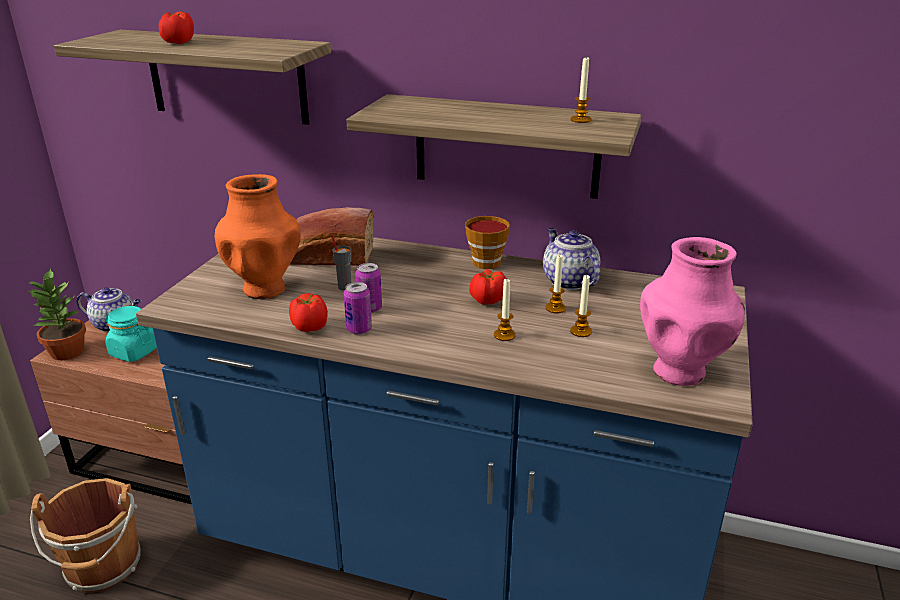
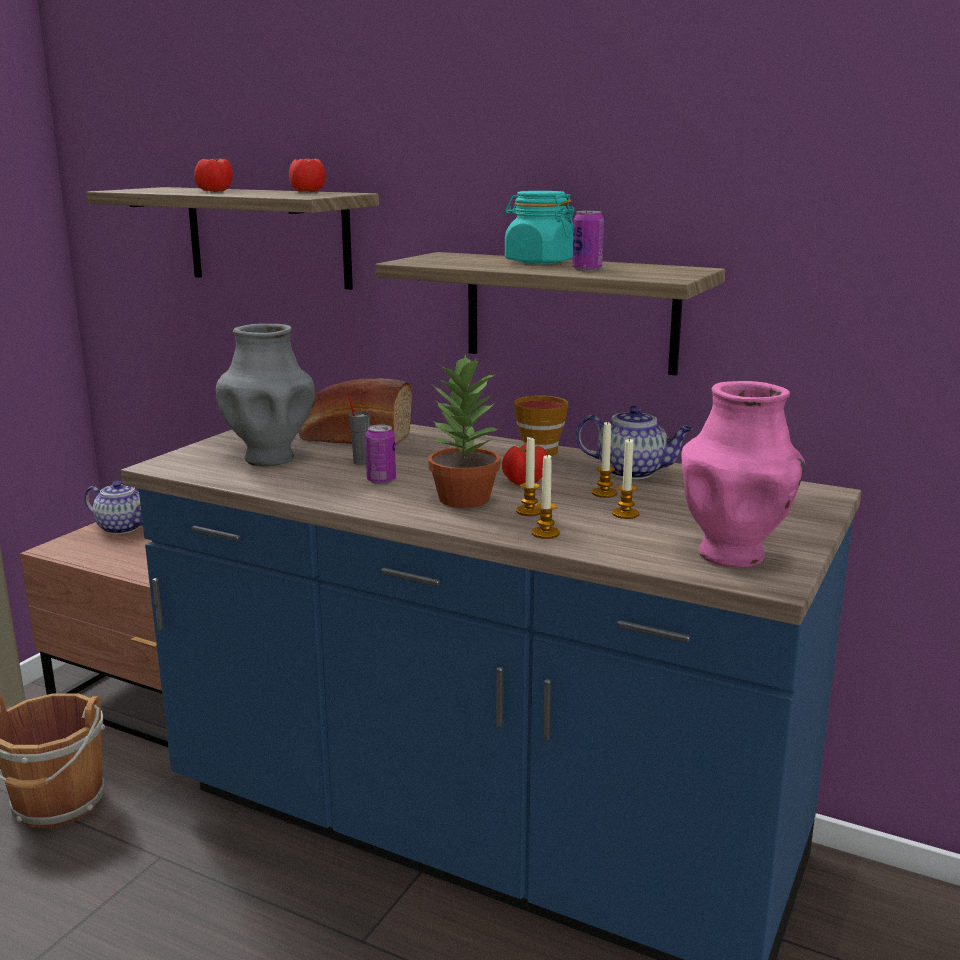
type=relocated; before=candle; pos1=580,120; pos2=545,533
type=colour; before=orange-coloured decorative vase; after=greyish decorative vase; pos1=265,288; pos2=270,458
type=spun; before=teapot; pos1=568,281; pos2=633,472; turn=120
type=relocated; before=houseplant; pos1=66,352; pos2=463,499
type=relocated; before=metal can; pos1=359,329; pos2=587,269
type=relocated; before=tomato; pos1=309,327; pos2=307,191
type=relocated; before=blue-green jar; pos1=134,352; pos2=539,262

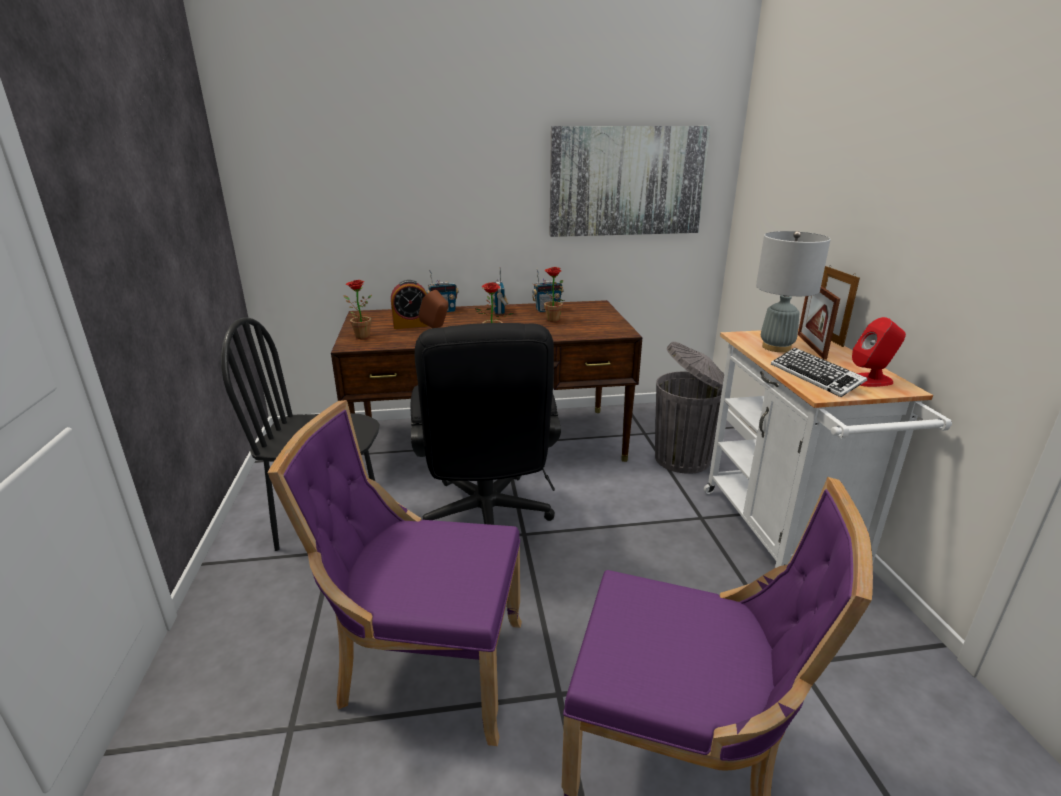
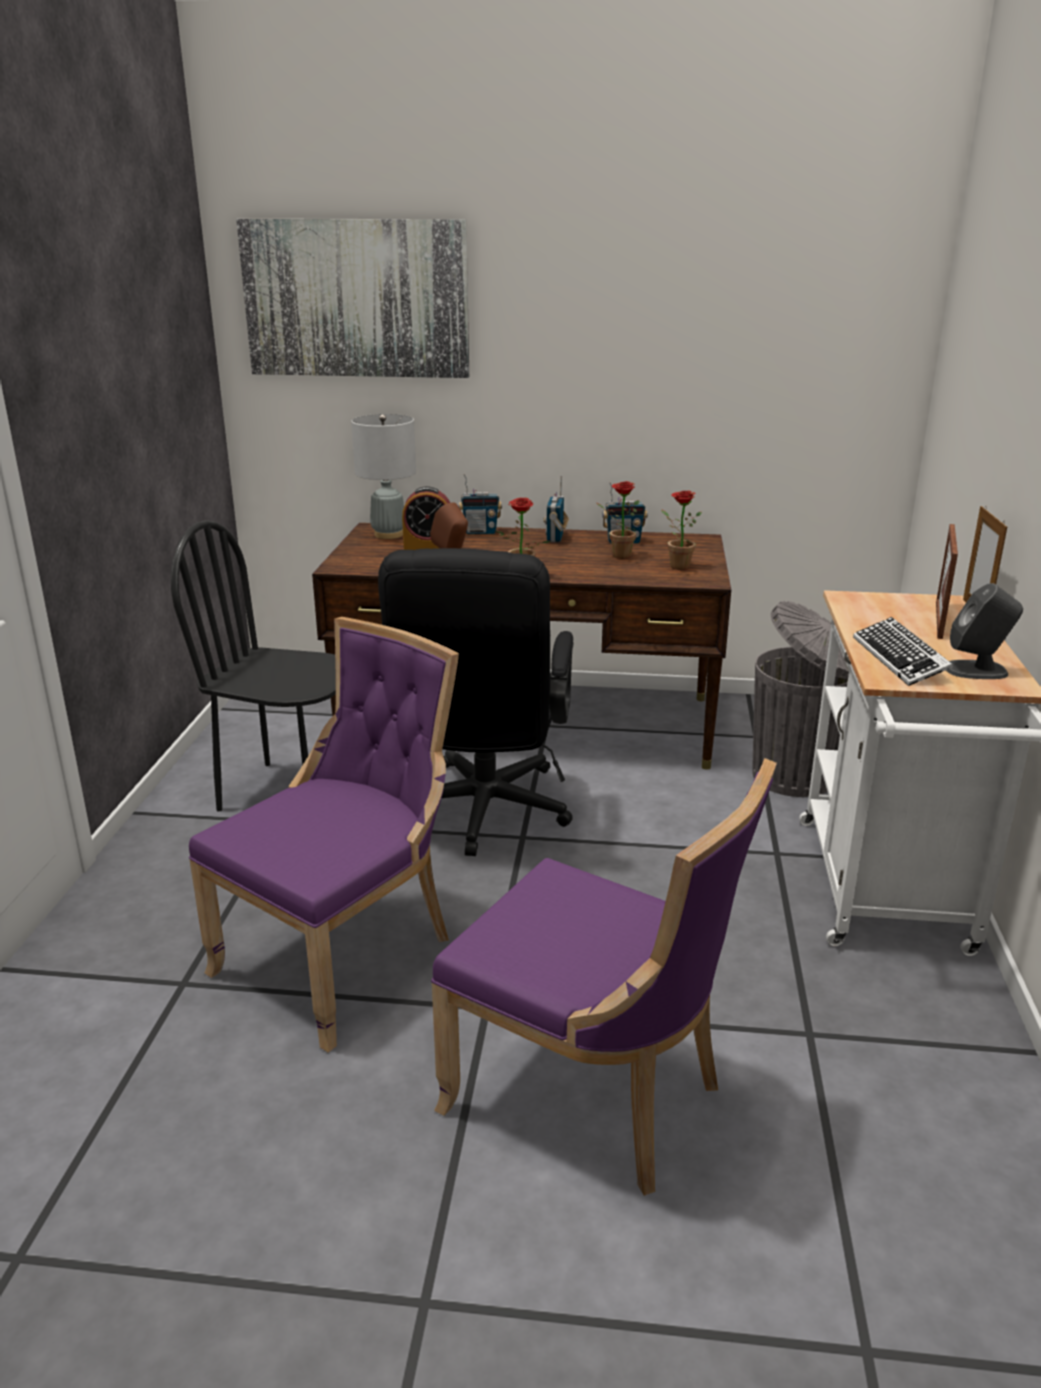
type=relocated; before=wall art; pos1=627,181; pos2=356,299
type=relocated; before=greyish table lamp; pos1=776,347; pos2=389,534
type=relocated; before=houseplant; pos1=360,336; pos2=676,566
type=colour; before=red speaker; after=greyish speaker; pos1=870,380; pos2=977,670
type=spun; before=purple chair; pos1=425,667; pos2=344,955; turn=105

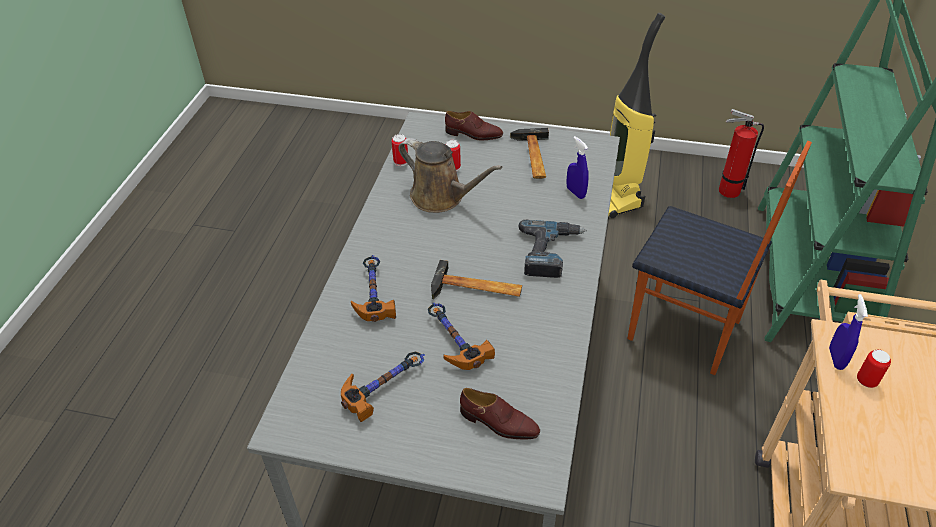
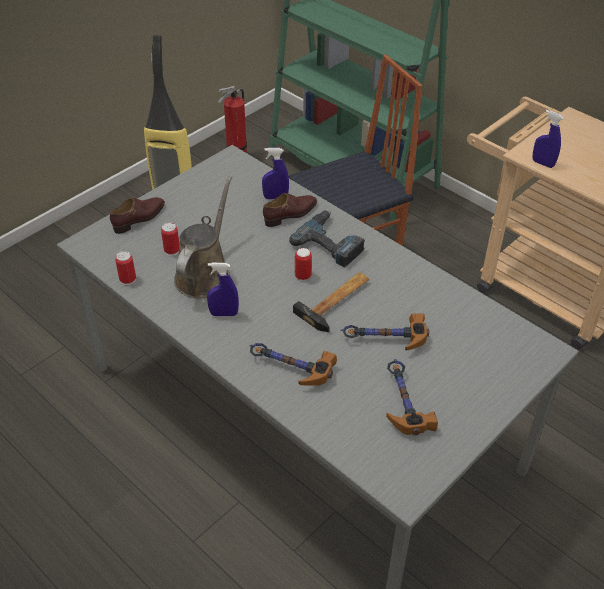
type=missing; before=tool hammer; pos1=532,157
type=spun; before=brownish watering pot; pos1=441,197; pos2=205,274; turn=-45
type=relocated; before=metal can; pos1=866,381; pos2=303,276
type=relocated; before=brownish low shoe; pos1=499,423; pos2=291,214
type=appeared; after=bluish sprayer; pos2=224,314

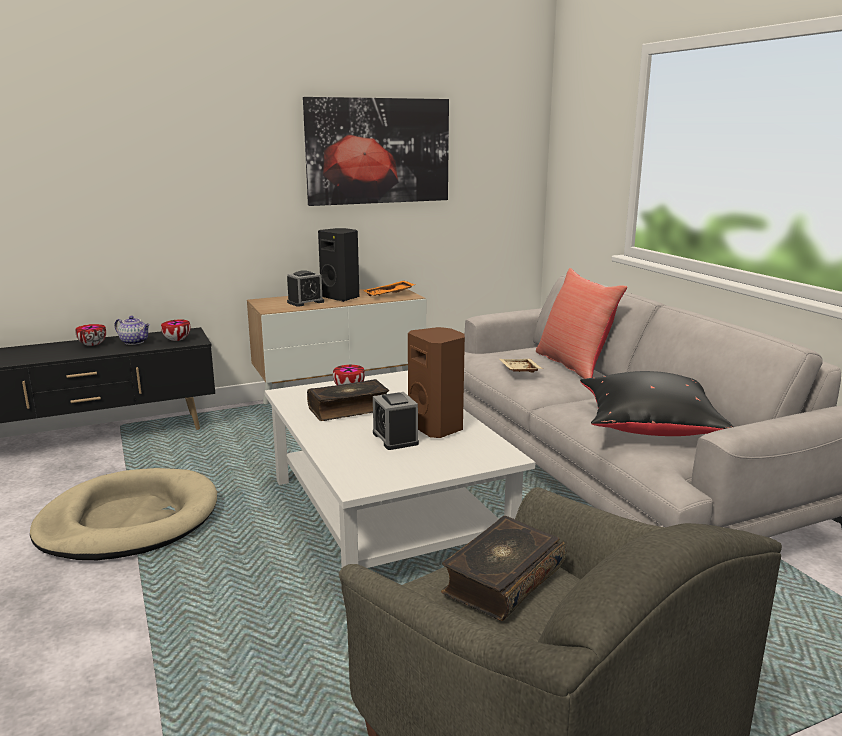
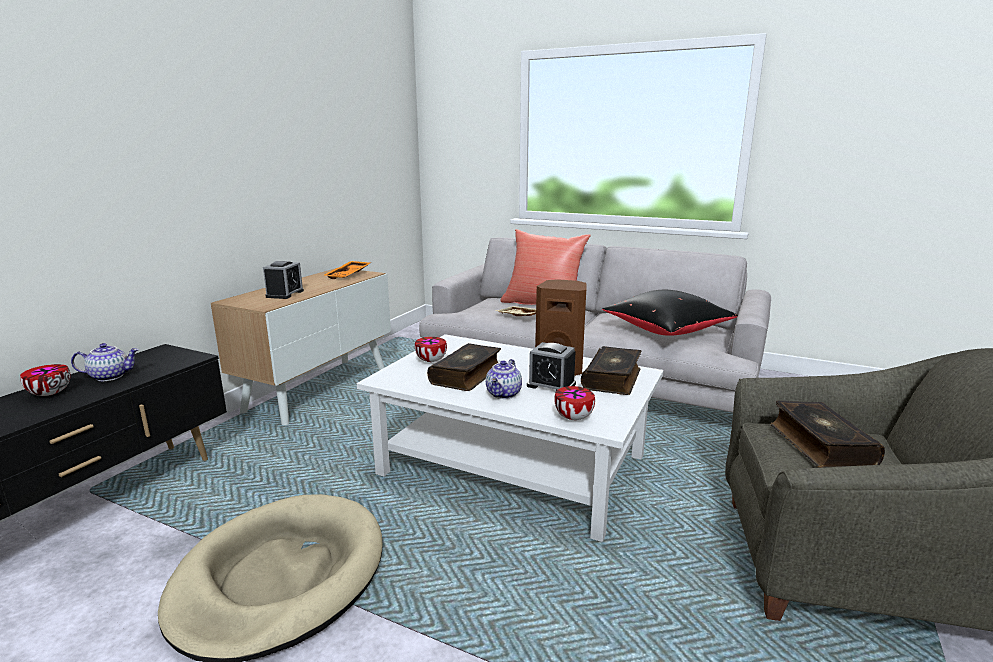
type=missing; before=wall art; pos1=378,151
type=missing; before=blackish speaker; pos1=341,297
type=relocated; before=serving bowl; pos1=176,340; pos2=573,418
type=appeared; after=volume; pos2=613,379
type=appeared; after=teapot; pos2=504,394

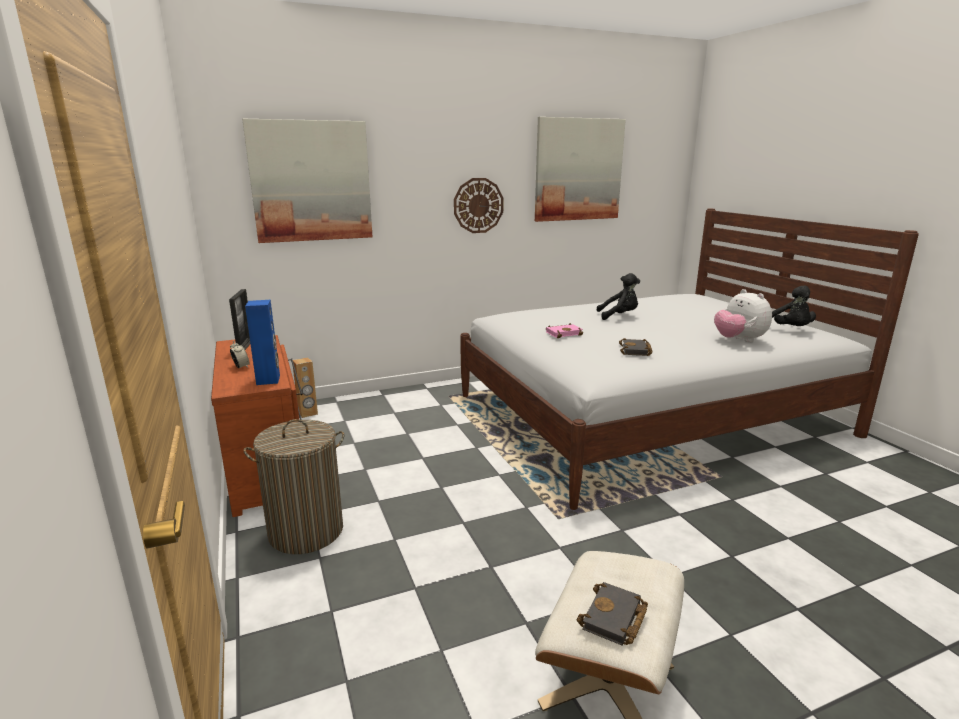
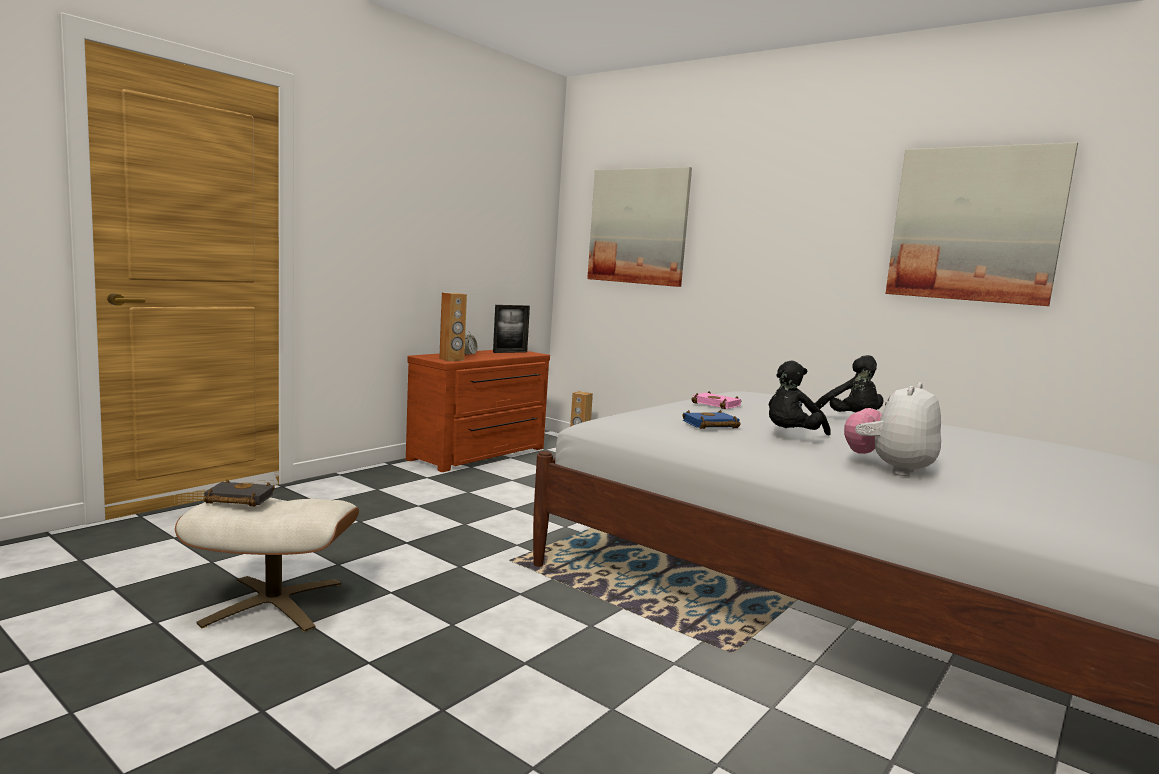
type=missing; before=hanging clock; pos1=478,205
type=relocated; before=blackish soft toy; pos1=789,329; pos2=791,436
type=colour; before=bluish speaker; after=brownish speaker; pos1=268,380; pos2=451,359
type=colour; before=blackish volume; after=bluish volume; pos1=636,351; pos2=710,425
type=missing; before=washing basket; pos1=306,531

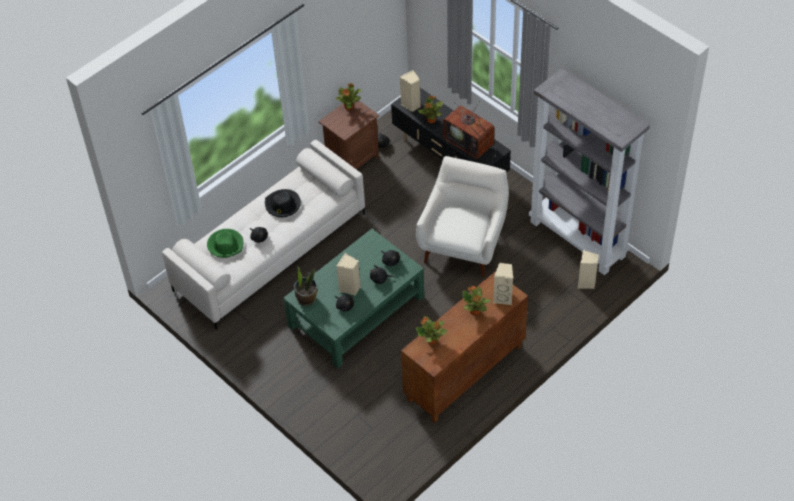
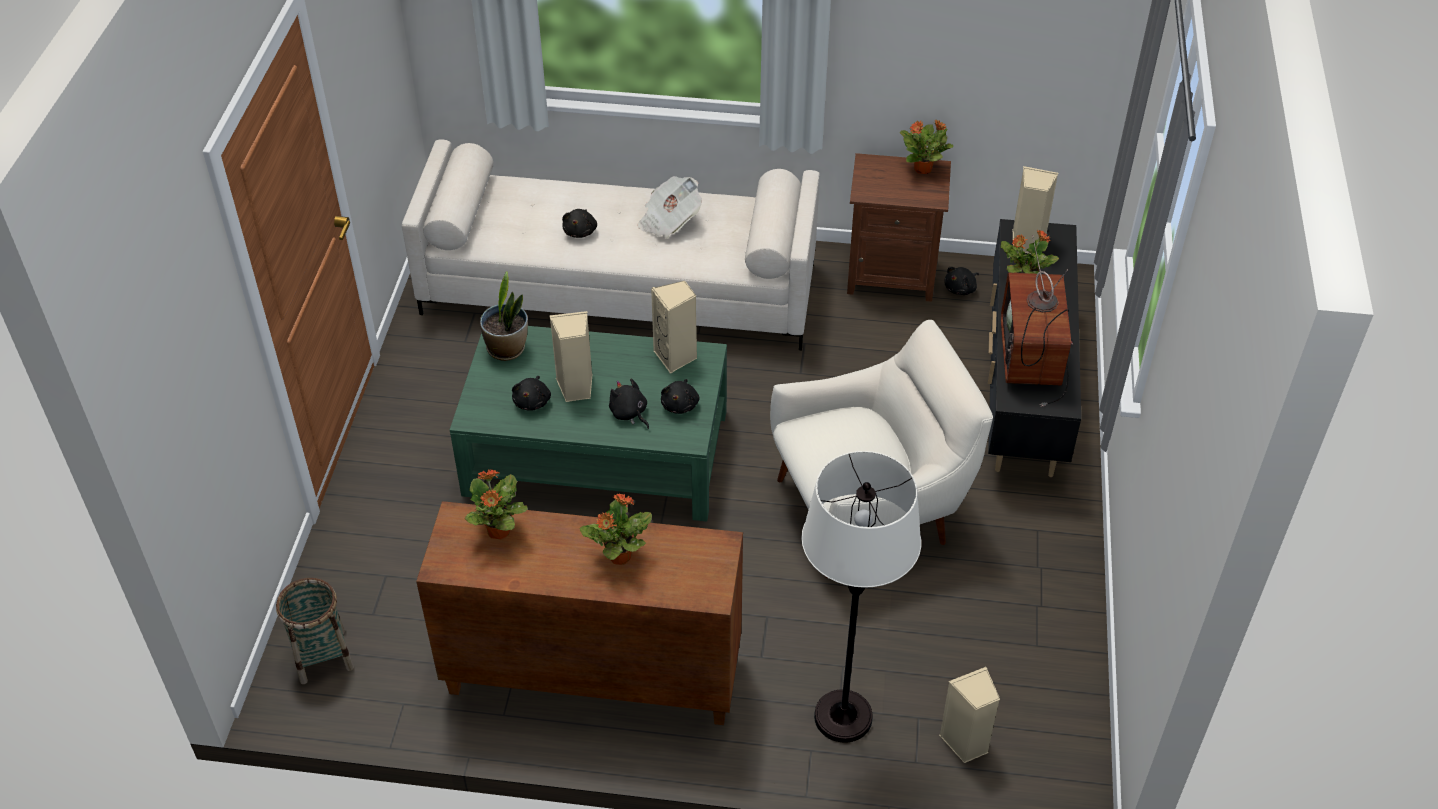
type=missing; before=greyish shelving unit; pos1=578,239
type=exchanged; before=blackish wearable hat; after=printed paper; pos1=282,205; pos2=669,220
type=missing; before=greenish wearable hat; pos1=225,244
type=relocated; before=beige-coloured speaker; pos1=503,297; pos2=676,357
type=appeared; after=white-coloured floor lamp; pos2=842,717
type=appeared; after=storage basket; pos2=322,656

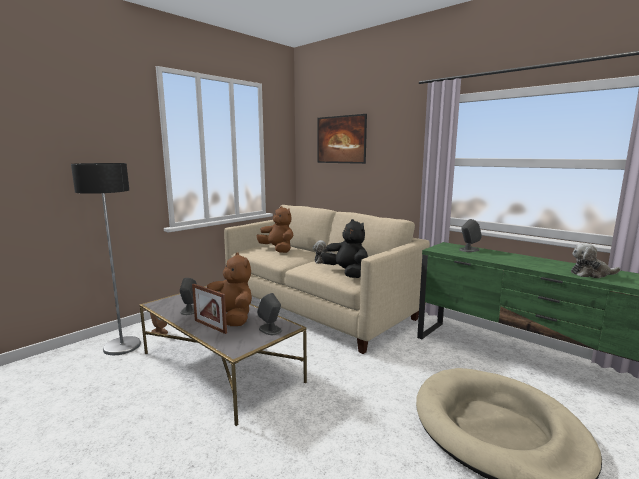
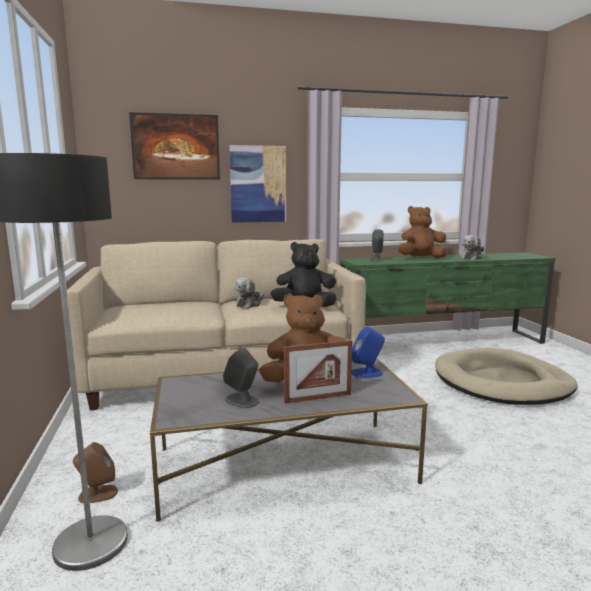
type=relocated; before=brownish soft toy; pos1=278,250; pos2=421,258
type=colour; before=greyish speaker; after=bluish speaker; pos1=270,330; pos2=367,373
type=appeared; after=wall art; pos2=258,184

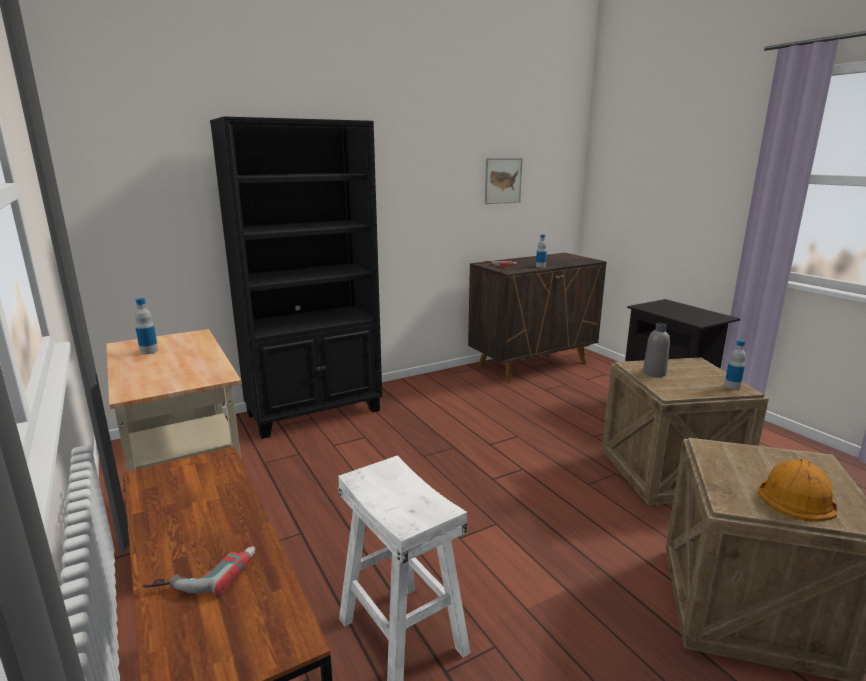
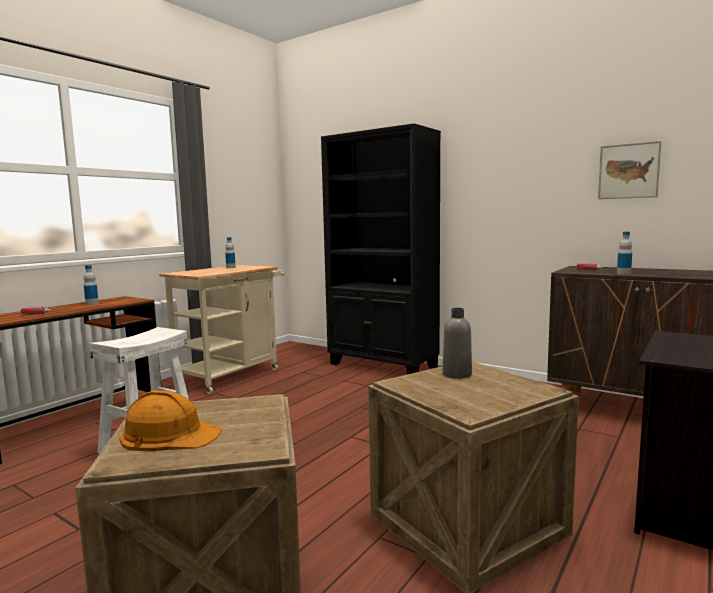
type=relocated; before=beverage bottle; pos1=732,386; pos2=92,304

